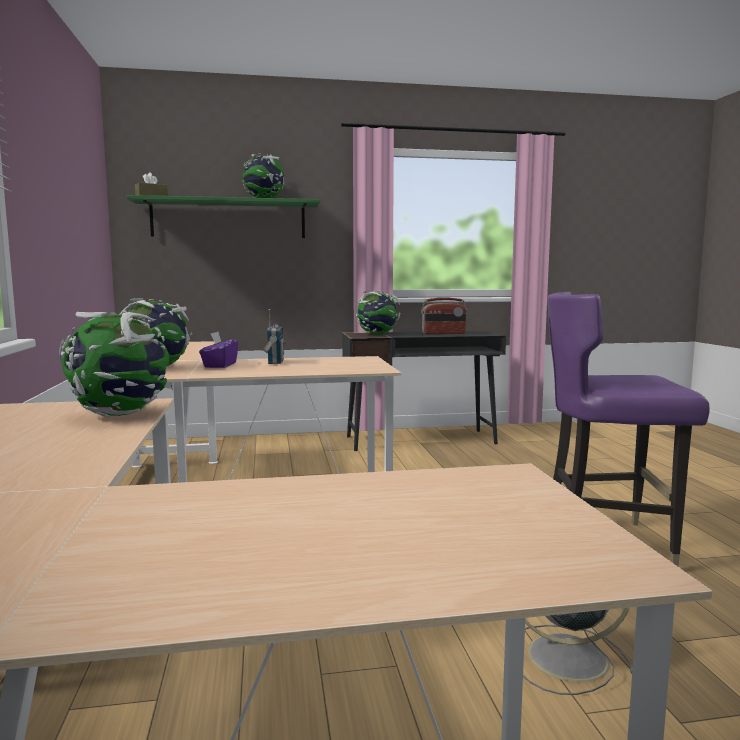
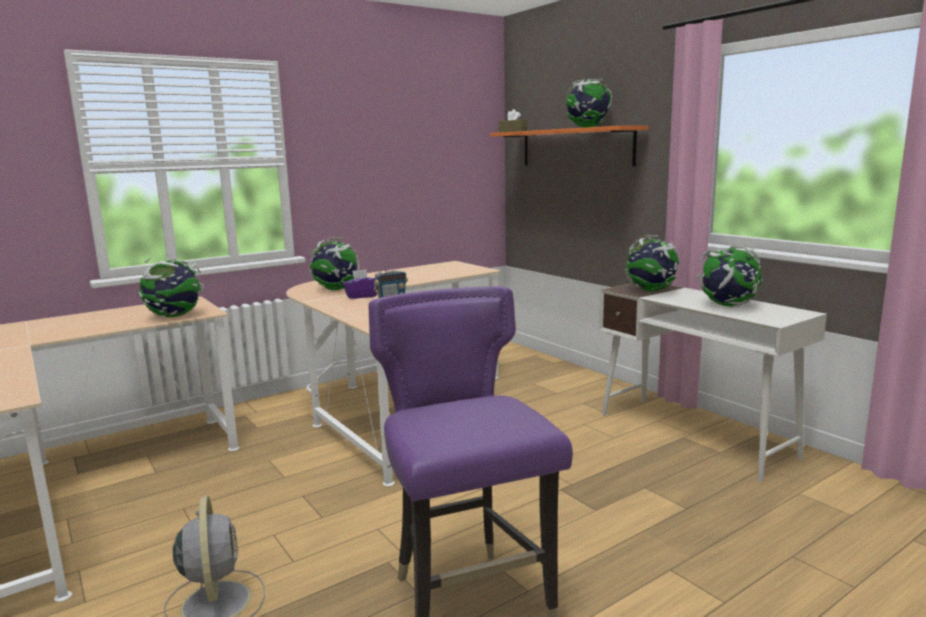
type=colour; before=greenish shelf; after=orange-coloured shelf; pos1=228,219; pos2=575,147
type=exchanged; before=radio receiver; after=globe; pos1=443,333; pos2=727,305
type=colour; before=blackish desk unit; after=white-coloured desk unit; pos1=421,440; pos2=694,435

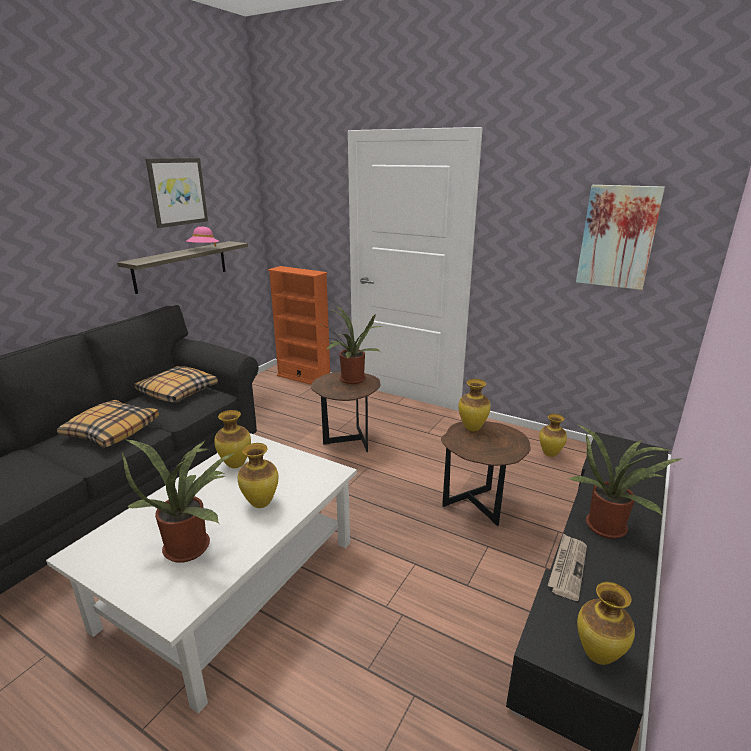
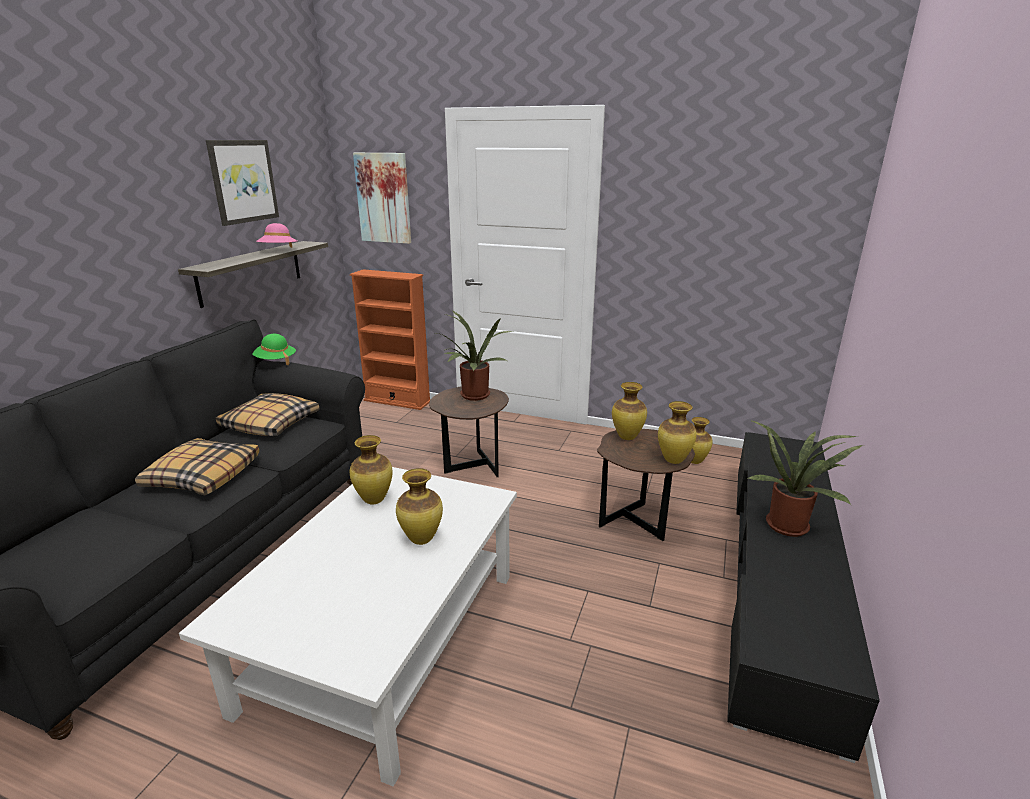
type=relocated; before=wall art; pos1=617,237; pos2=383,198
type=missing; before=houseplant; pos1=191,545
type=missing; before=printed paper; pos1=567,567
type=relocated; before=decorative vase; pos1=598,656; pos2=674,461
type=appeared; after=greenish wearable hat; pos2=275,361

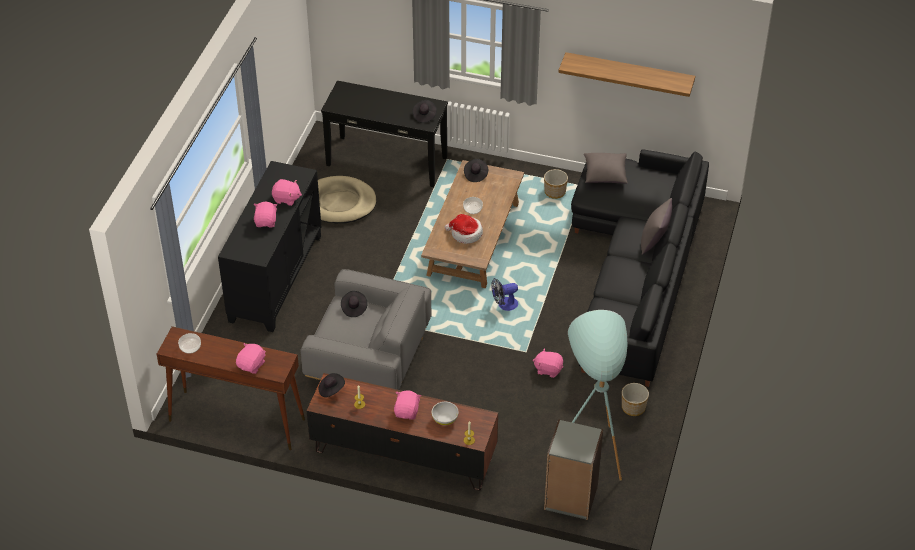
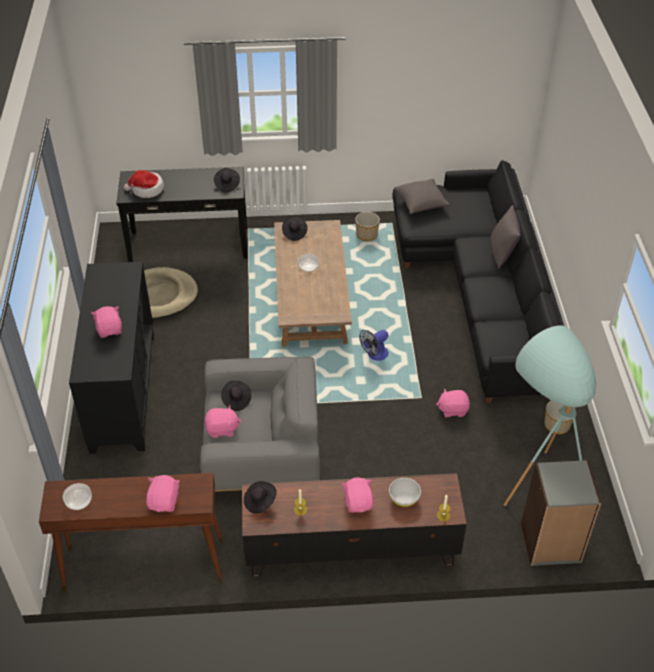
type=missing; before=shelf; pos1=629,73
type=relocated; before=pinkish soft toy; pos1=286,199; pos2=222,429
type=relocated; before=wearable hat; pos1=465,234; pos2=146,189

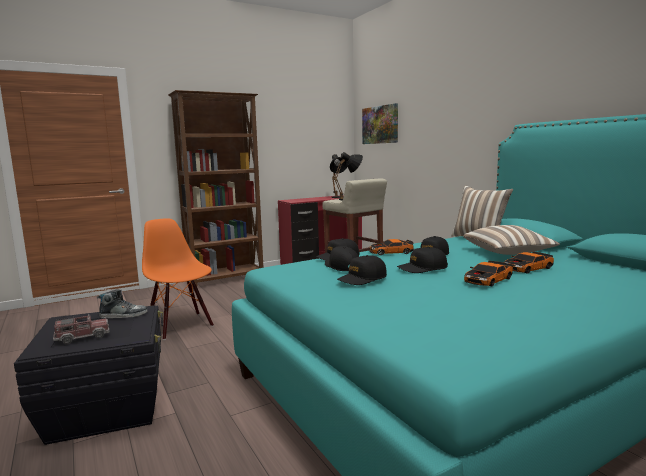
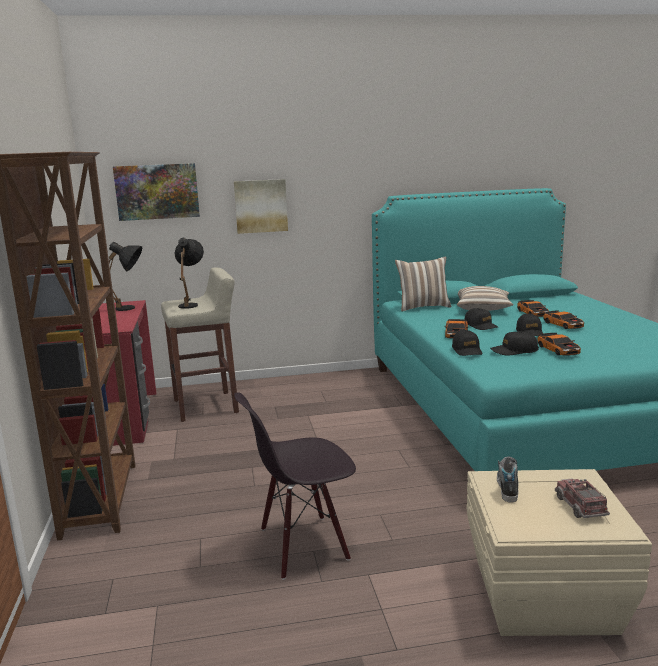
type=colour; before=orange-coloured chair; after=blackish chair; pos1=180,326; pos2=303,545
type=exchanged; before=blackish baseball cap; after=model car; pos1=362,279; pos2=559,349
type=colour; before=blackish storage box; after=beige-coloured storage box; pos1=108,407; pos2=542,594
type=appeared; after=wall art; pos2=261,206

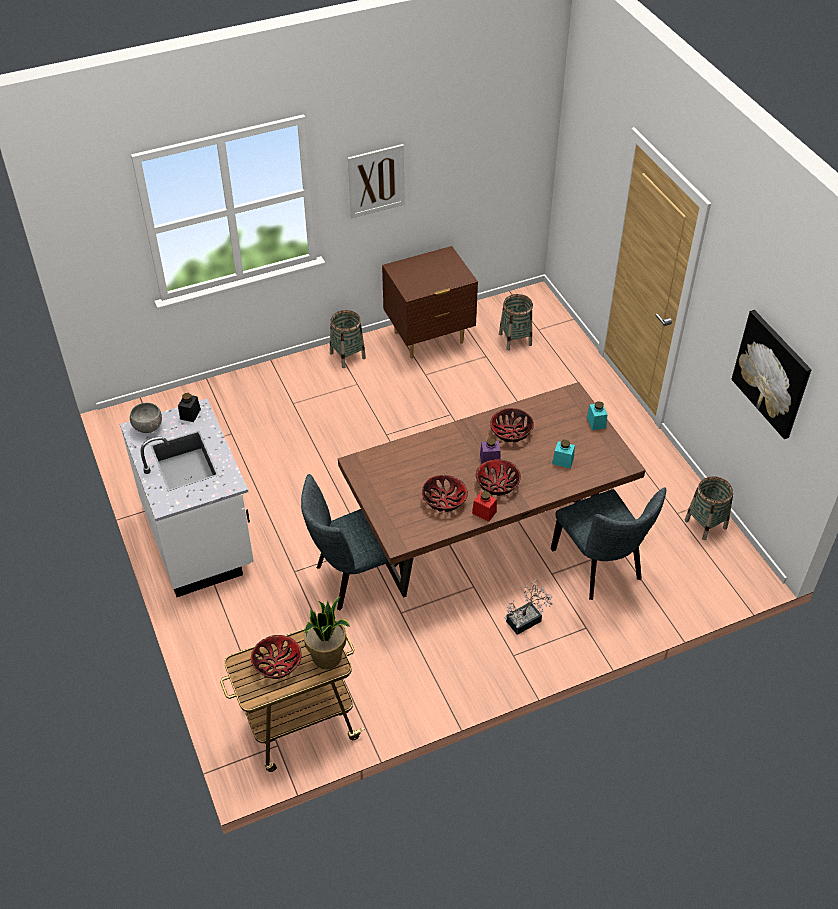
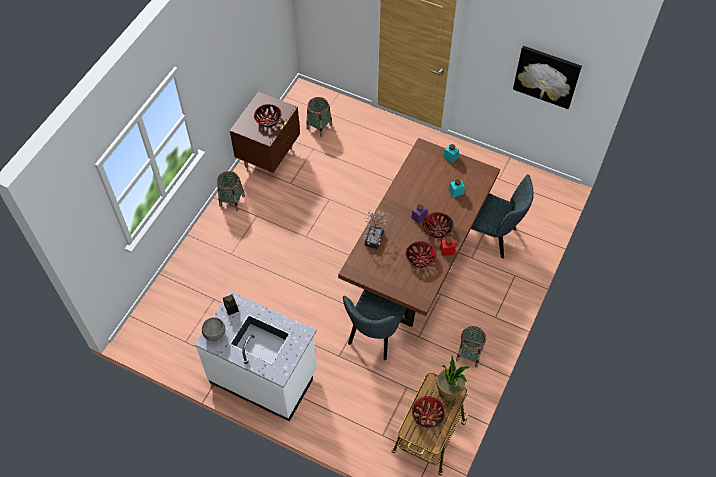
type=missing; before=wall art; pos1=376,181
type=relocated; before=serving bowl; pos1=511,433; pos2=268,120
type=relocated; before=storage basket; pos1=705,524; pos2=469,354
type=relocated; before=houseplant; pos1=527,619; pos2=375,237

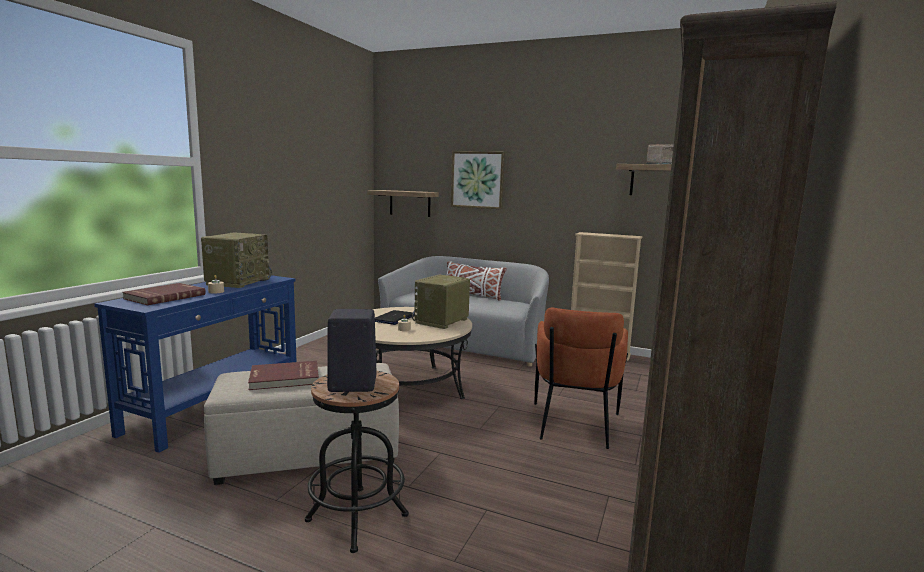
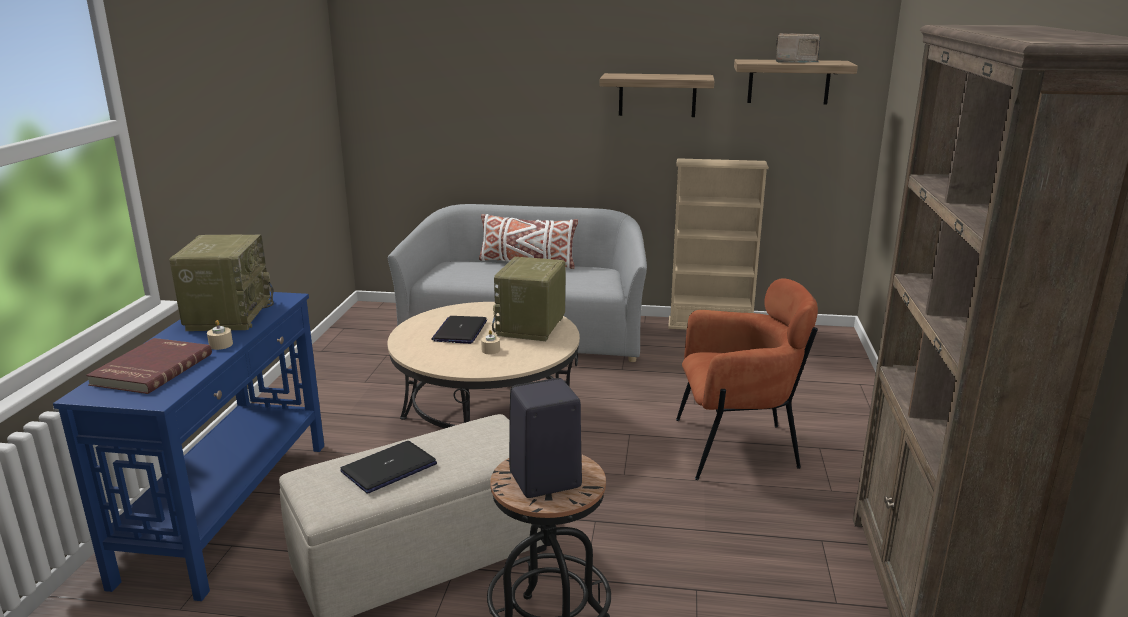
type=missing; before=wall art; pos1=477,180
type=relocated; before=shelf; pos1=410,203; pos2=657,95
type=spun; before=brownish armchair; pos1=574,425; pos2=736,447; turn=-90
type=exchanged; before=red volume; after=laptop; pos1=284,378; pos2=389,468

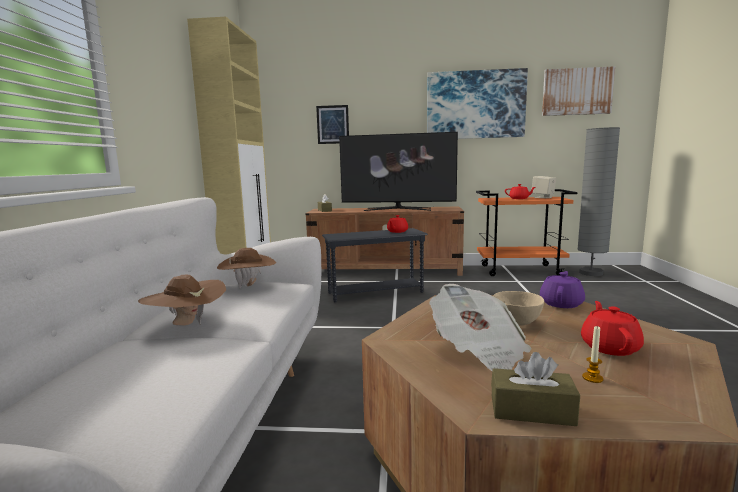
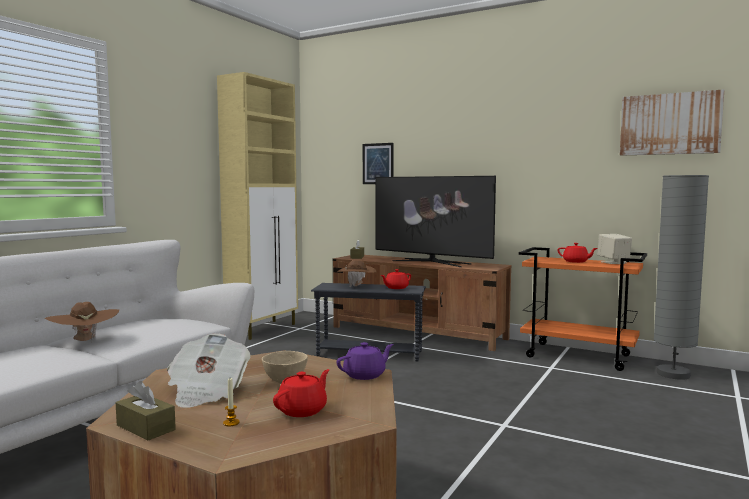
type=missing; before=wall art; pos1=475,105
type=relocated; before=brownish wearable hat; pos1=249,286; pos2=357,286

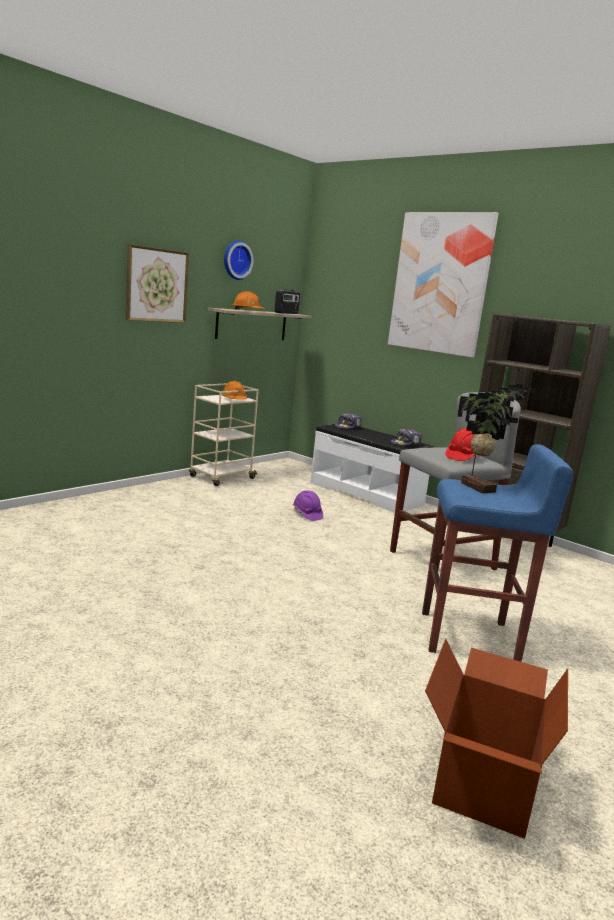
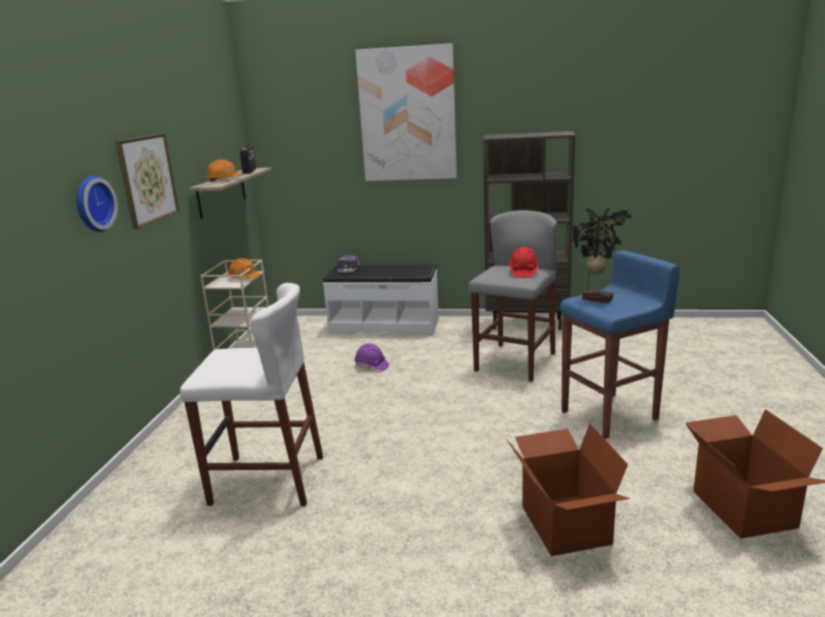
type=relocated; before=hanging clock; pos1=236,260; pos2=92,204
type=missing; before=baseball cap; pos1=406,443
type=appeared; after=white-coloured stool seat; pos2=267,480
type=appeared; after=packing box; pos2=563,525

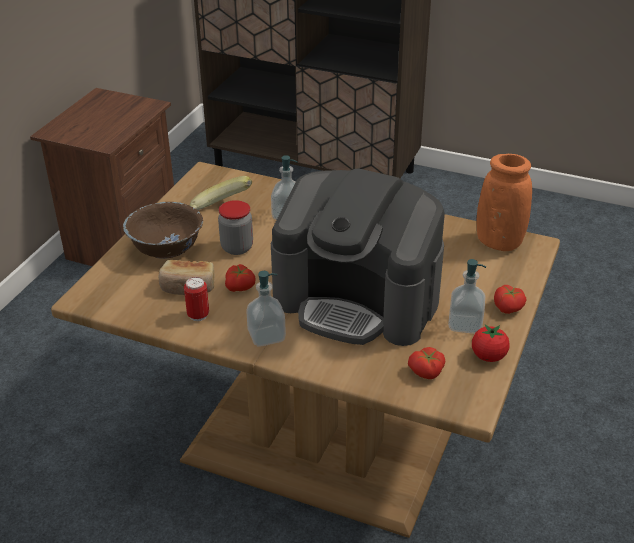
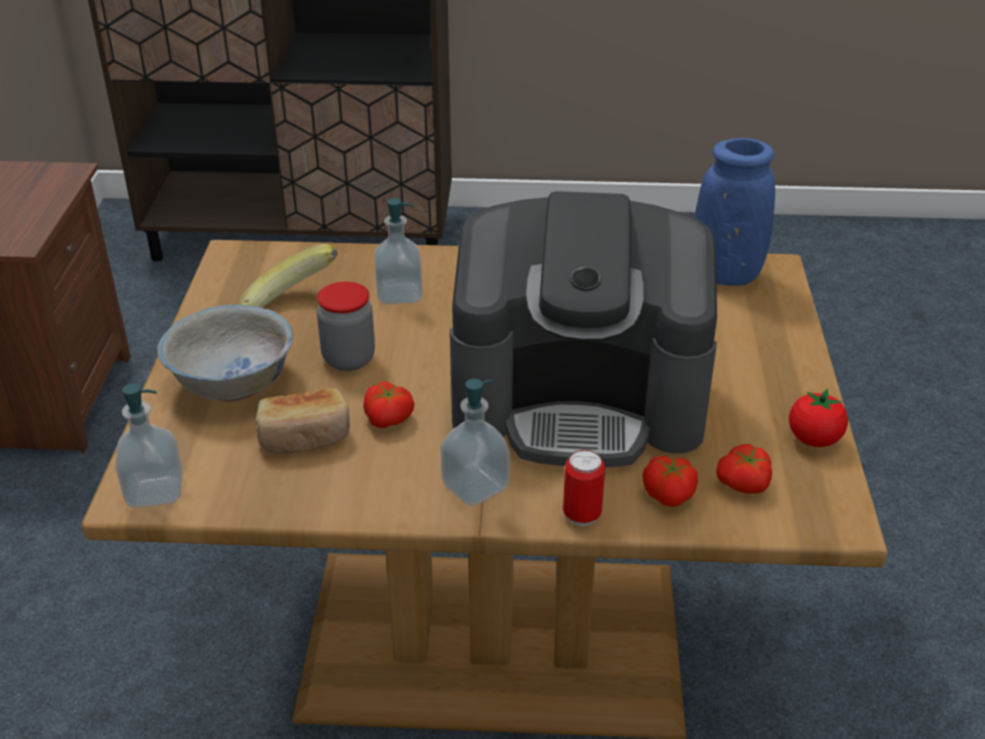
type=colour; before=orange-coloured decorative vase; after=bluish decorative vase; pos1=499,242; pos2=725,275
type=colour; before=brownish serving bowl; after=white-coloured serving bowl; pos1=166,248; pos2=232,382
type=relocated; before=soap bottle; pos1=465,324; pos2=155,491
type=relocated; before=metal can; pos1=198,315; pos2=582,515
type=relocated; before=tomato; pos1=509,307; pos2=670,494

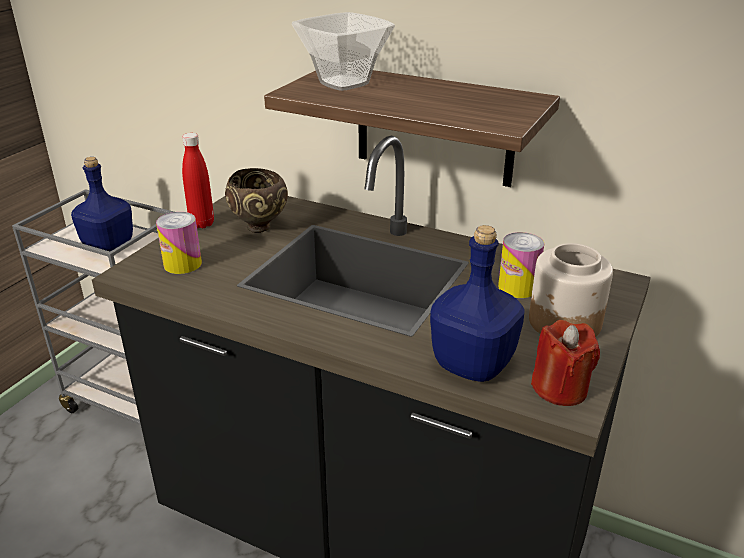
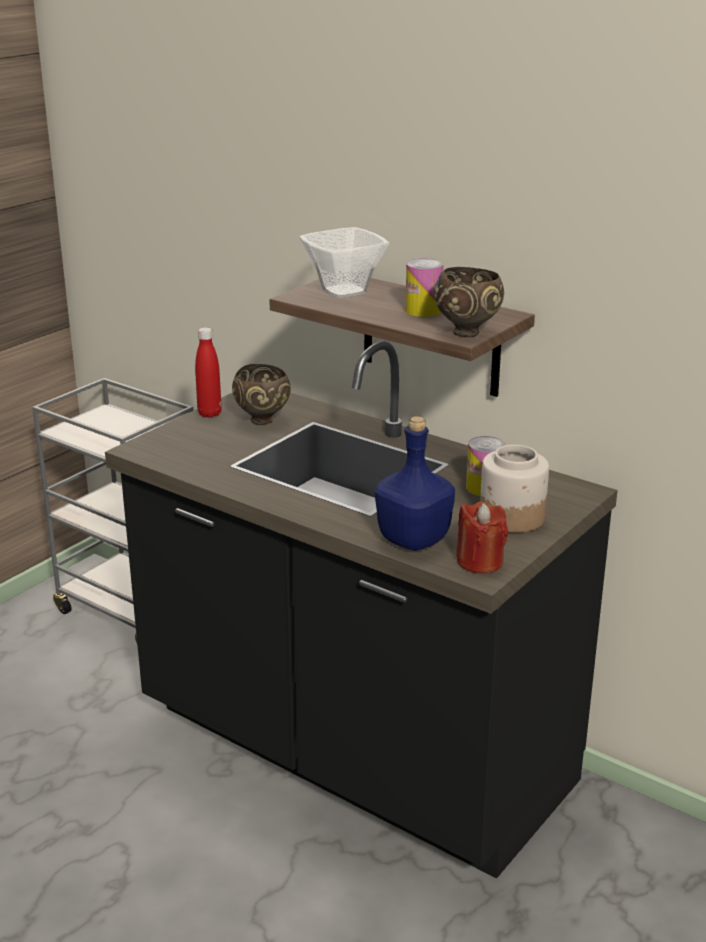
type=missing; before=bluish beverage bottle; pos1=108,246
type=relocated; before=metal can; pos1=182,264; pos2=423,310
type=appeared; after=brownish serving bowl; pos2=468,332

